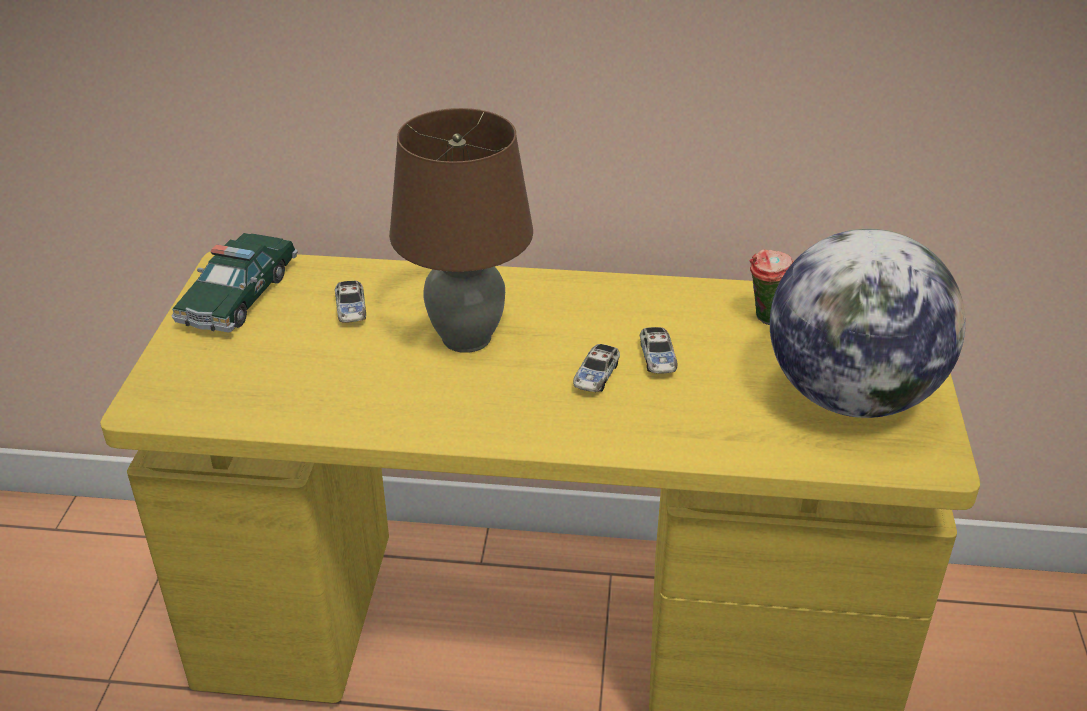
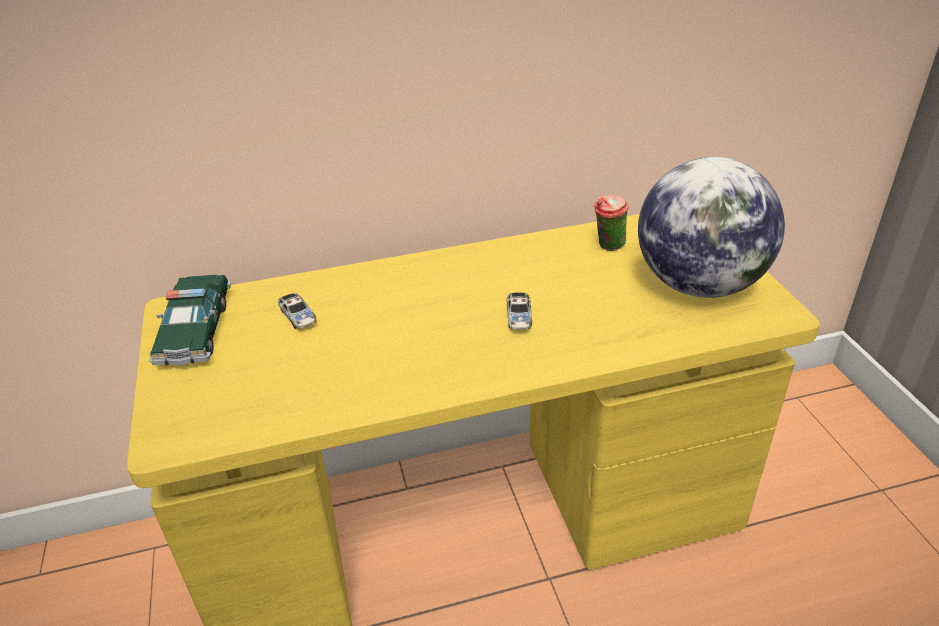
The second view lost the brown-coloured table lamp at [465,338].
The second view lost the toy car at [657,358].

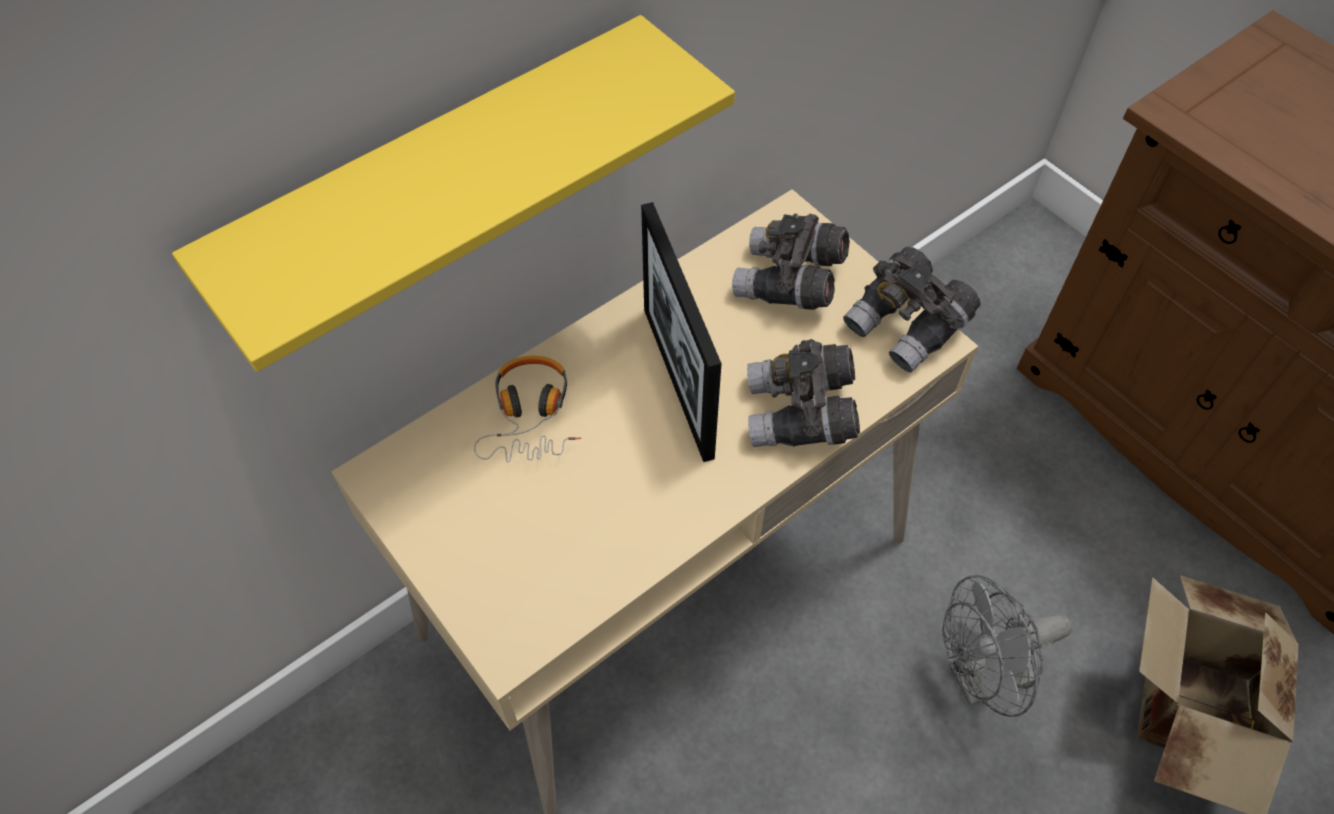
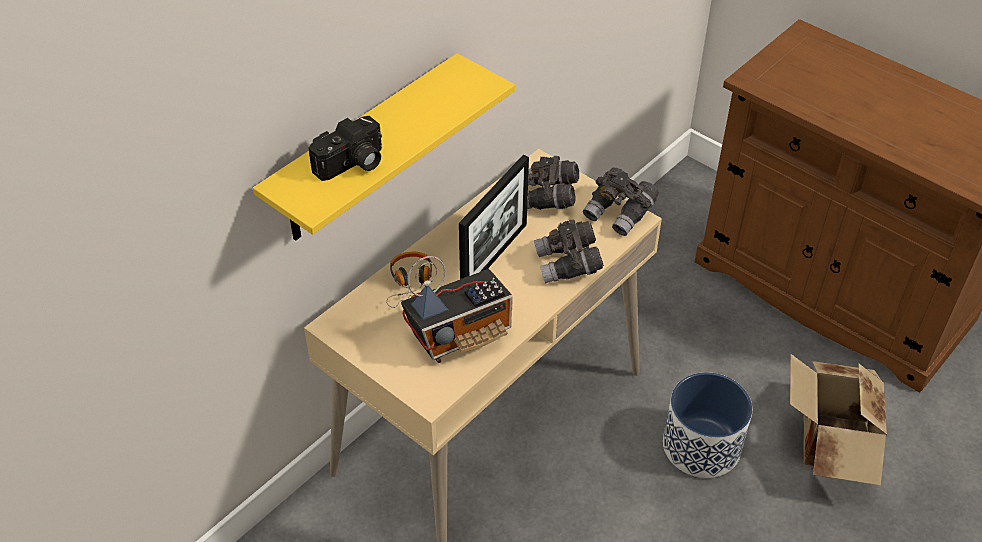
The photo frame at [677,381] ended up facing another way, 120 degrees counterclockwise from before.
Where the grey electric fan stood at [980,679], the plant pot came to stand at [702,446].
The second view gained the still camera at [352,165].
The second view gained the radio receiver at [461,335].

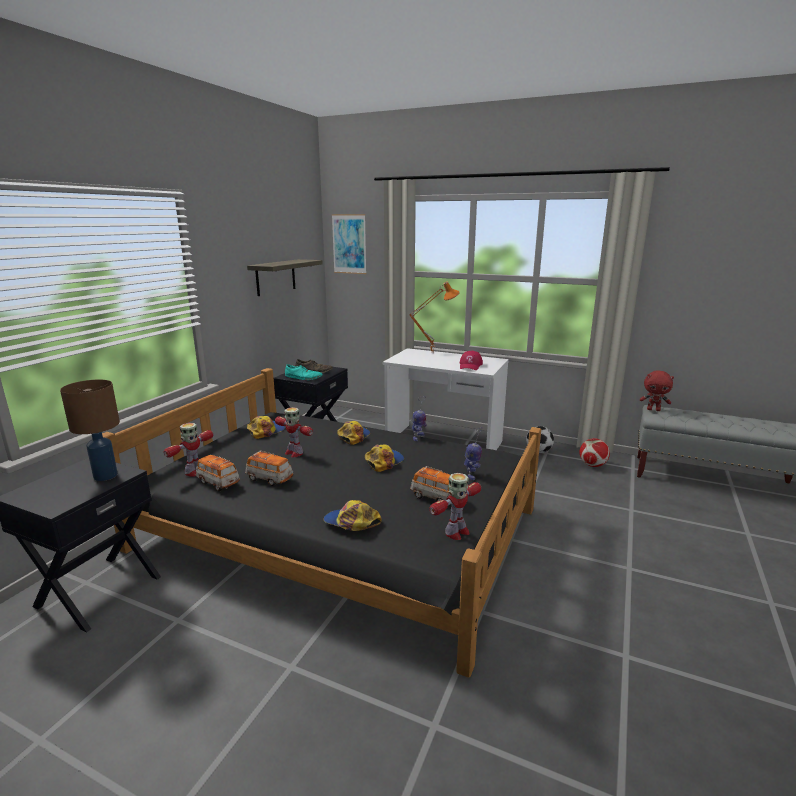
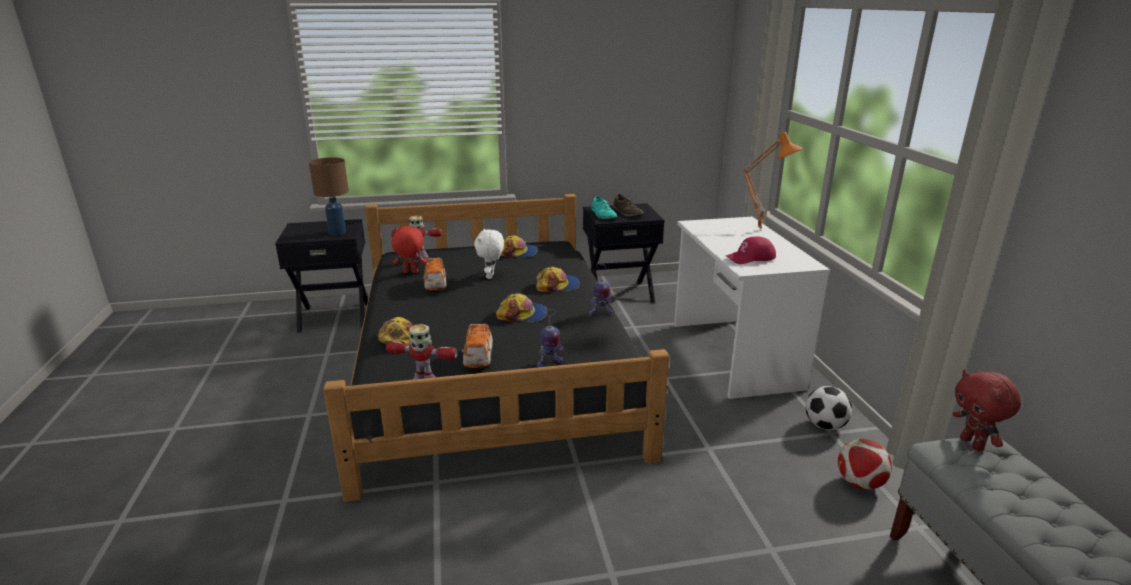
The second view lost the wall picture at [349,244].
The second view lost the shelf at [275,277].
Where the model robot stood at [294,453], the white-coloured cuddly toy came to stand at [491,276].
Where the toy car stood at [218,483], the reddish cuddly toy came to stand at [410,272].

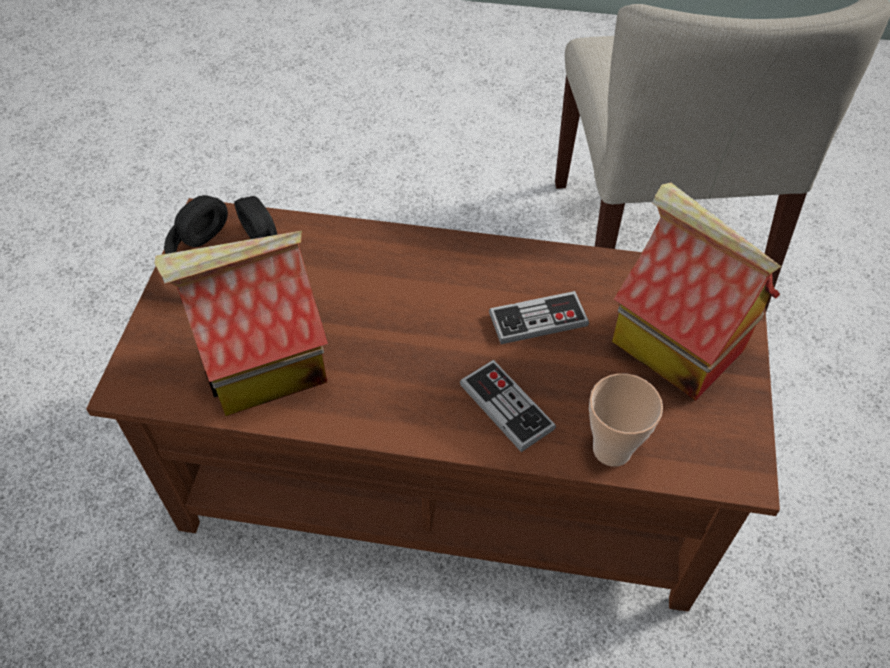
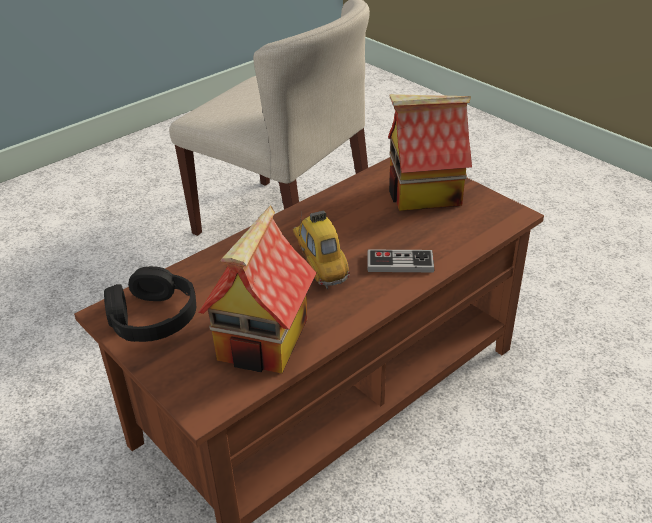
The second view lost the gamepad at [538,320].
The second view lost the cup at [612,449].
The second view gained the toy car at [319,264].

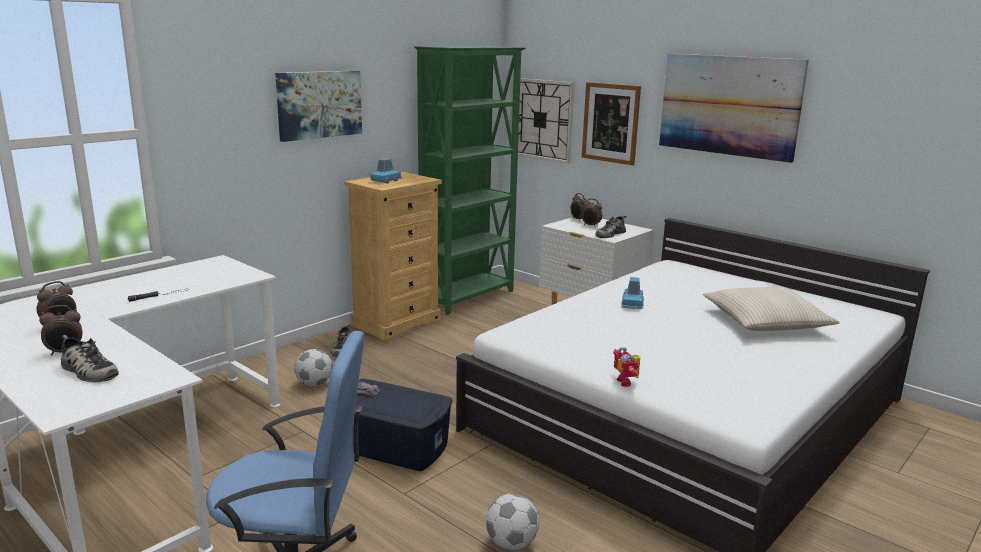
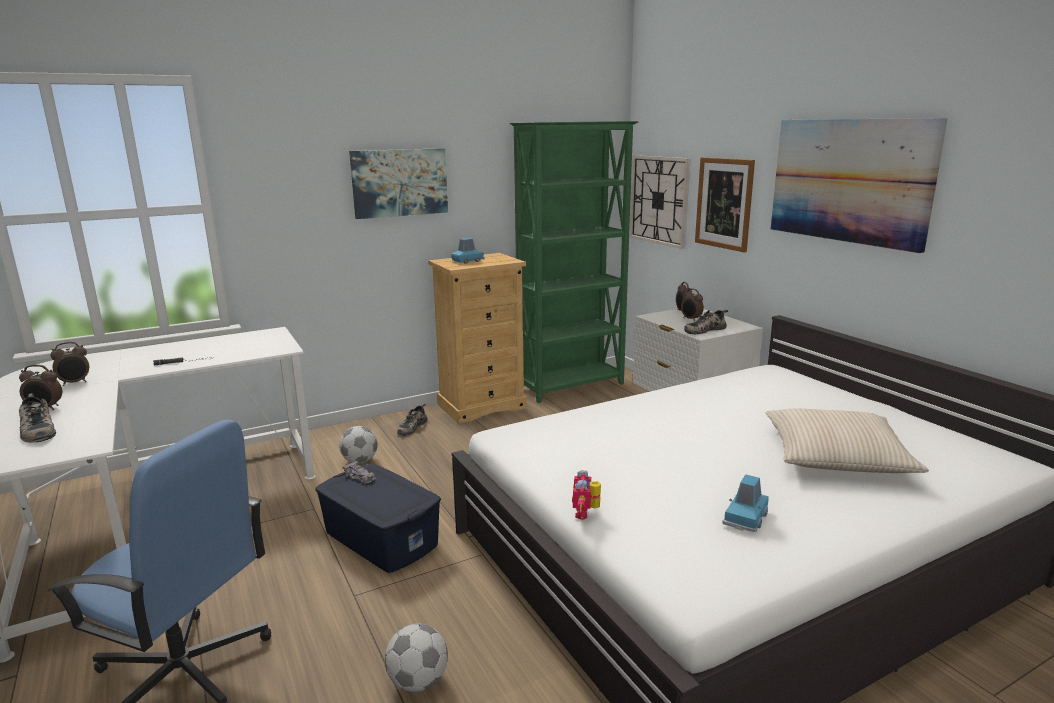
The blue-coloured toy car ended up elsewhere, having gone from [632,304] to [745,518].

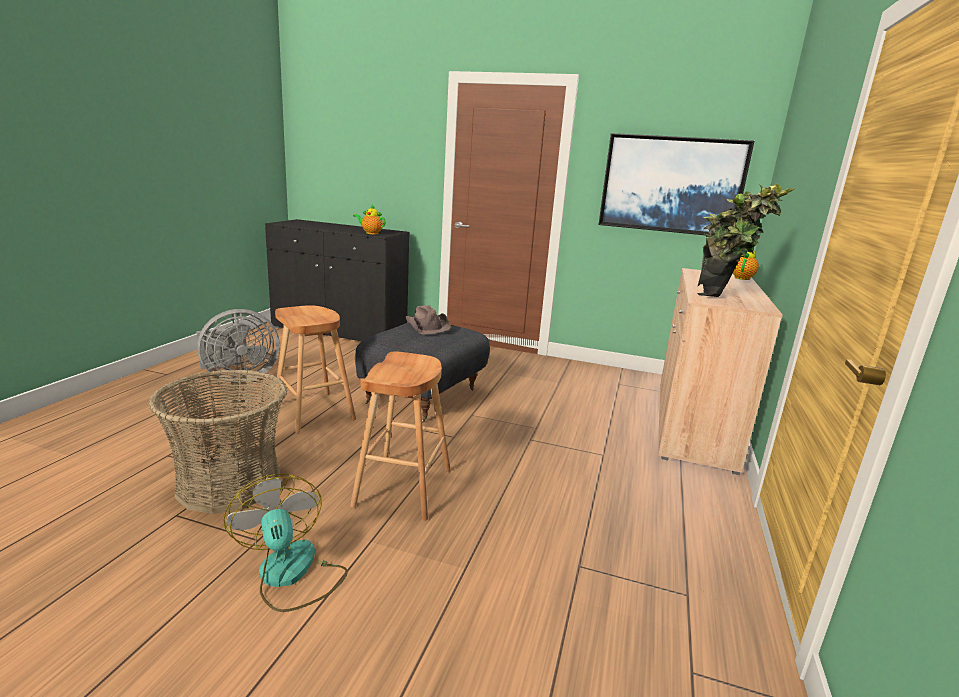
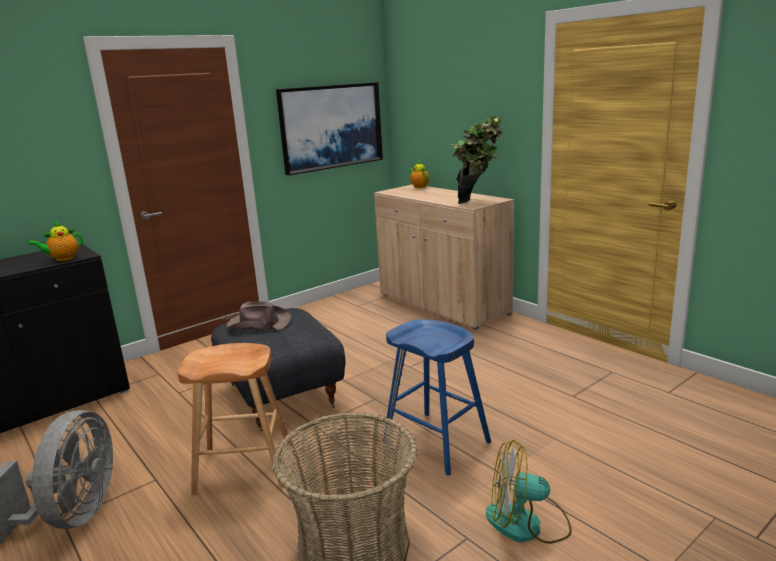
What was the brown-coloured sitting stool at [403,487] turned into the blue-coloured sitting stool at [436,442].

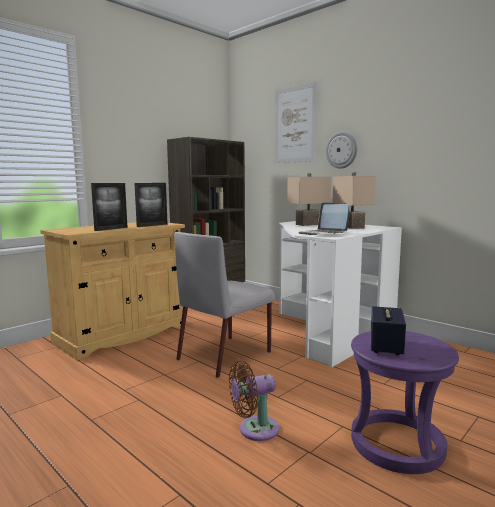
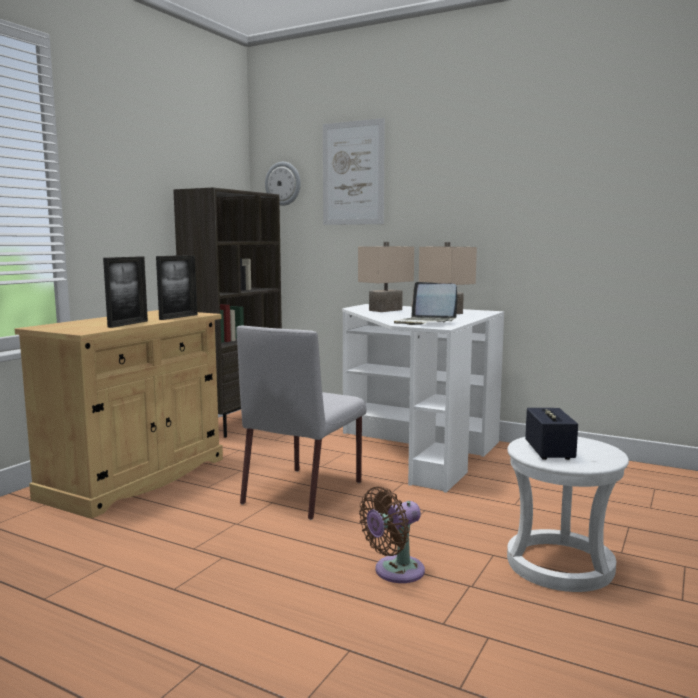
The wall clock ended up elsewhere, having gone from [341,150] to [283,183].
What was the purple-coloured sitting stool at [396,444] turned into the white-coloured sitting stool at [559,565].

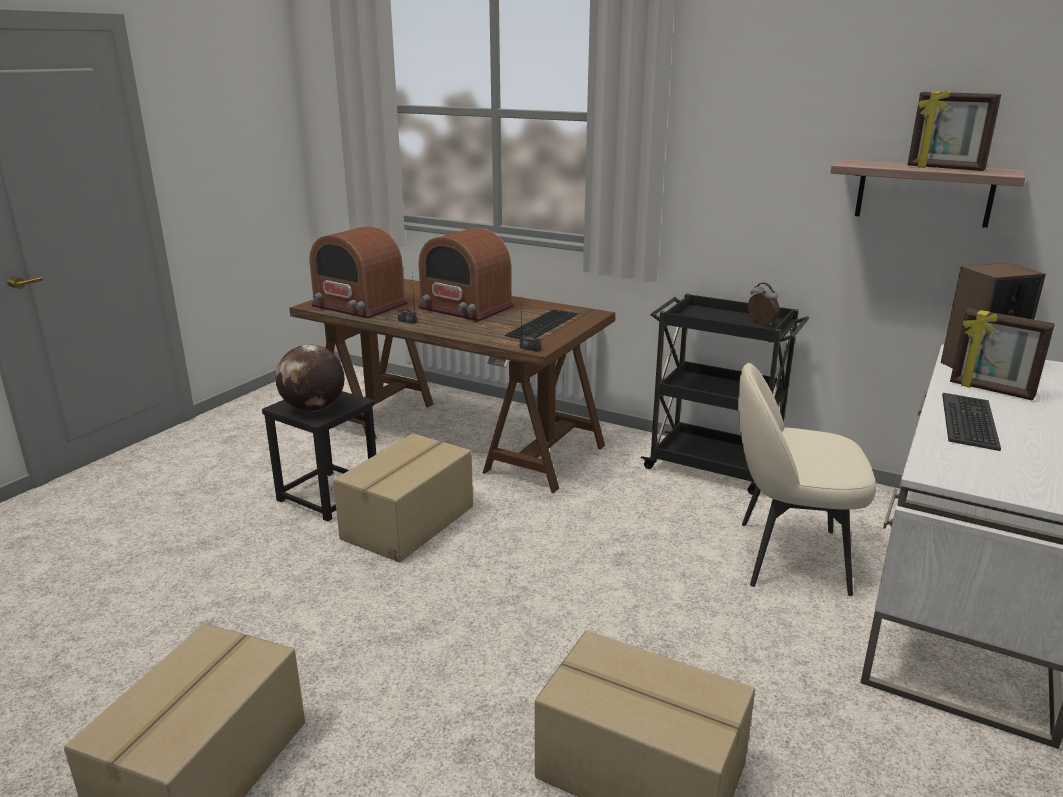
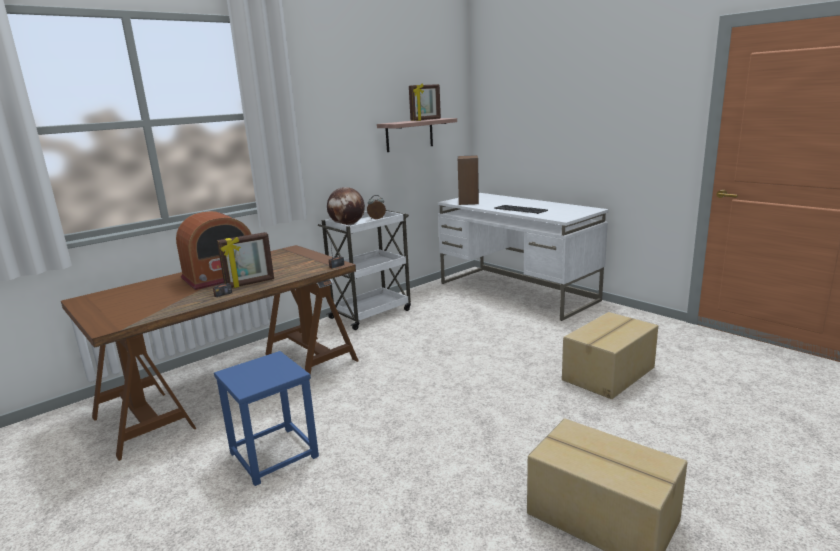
The second view lost the radio receiver at [359,305].
What was the blackish cart at [714,467] turned into the white-coloured cart at [371,313].
The photo frame ended up elsewhere, having gone from [991,390] to [250,283].
The second view lost the PC keyboard at [543,325].
The globe ended up elsewhere, having gone from [313,409] to [347,225].
The second view lost the sand-coloured chair at [788,556].
What was the blackish sitting stool at [327,496] turned into the blue-coloured sitting stool at [274,455].
The second view lost the cardboard box at [410,522].

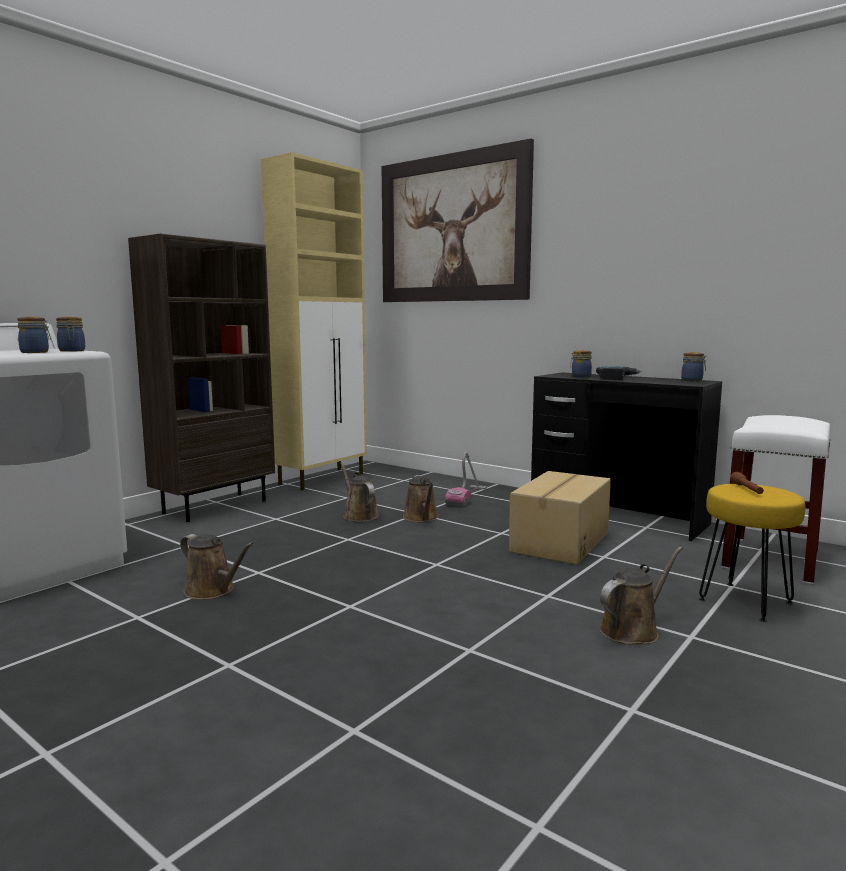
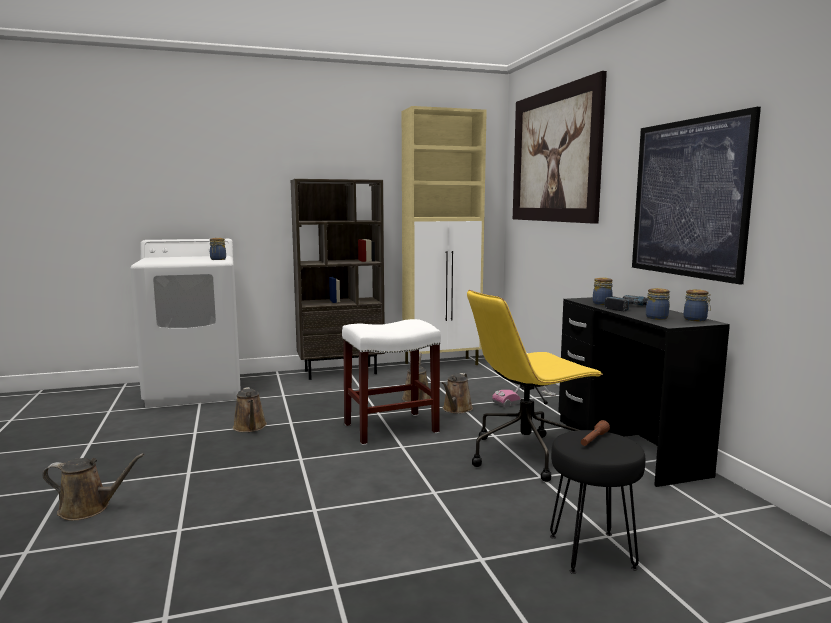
The preserve jar ended up elsewhere, having gone from [36,352] to [657,318].
The white-coloured sitting stool ended up elsewhere, having gone from [771,559] to [390,428].
Where the cardboard box stood at [558,542], the yellowish desk chair came to stand at [526,454].
What was the yellowish sitting stool at [746,601] turned into the blackish sitting stool at [592,552].
The brown-coloured sprinkling can ended up elsewhere, having gone from [632,630] to [89,508].
The second view gained the wall picture at [688,198].

